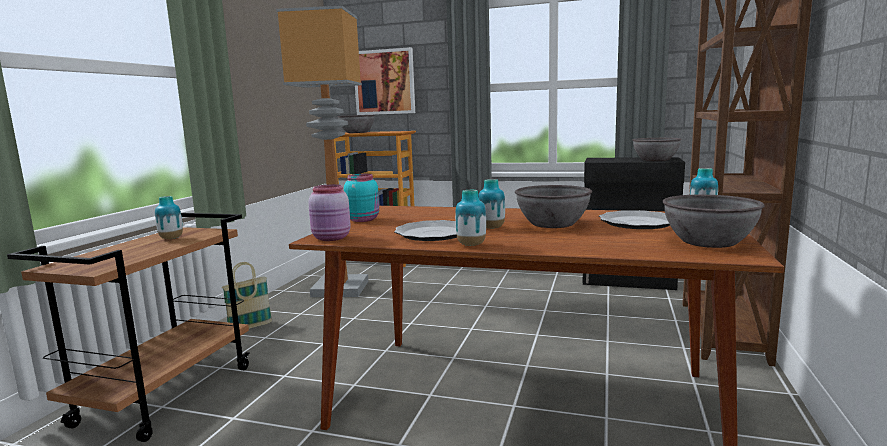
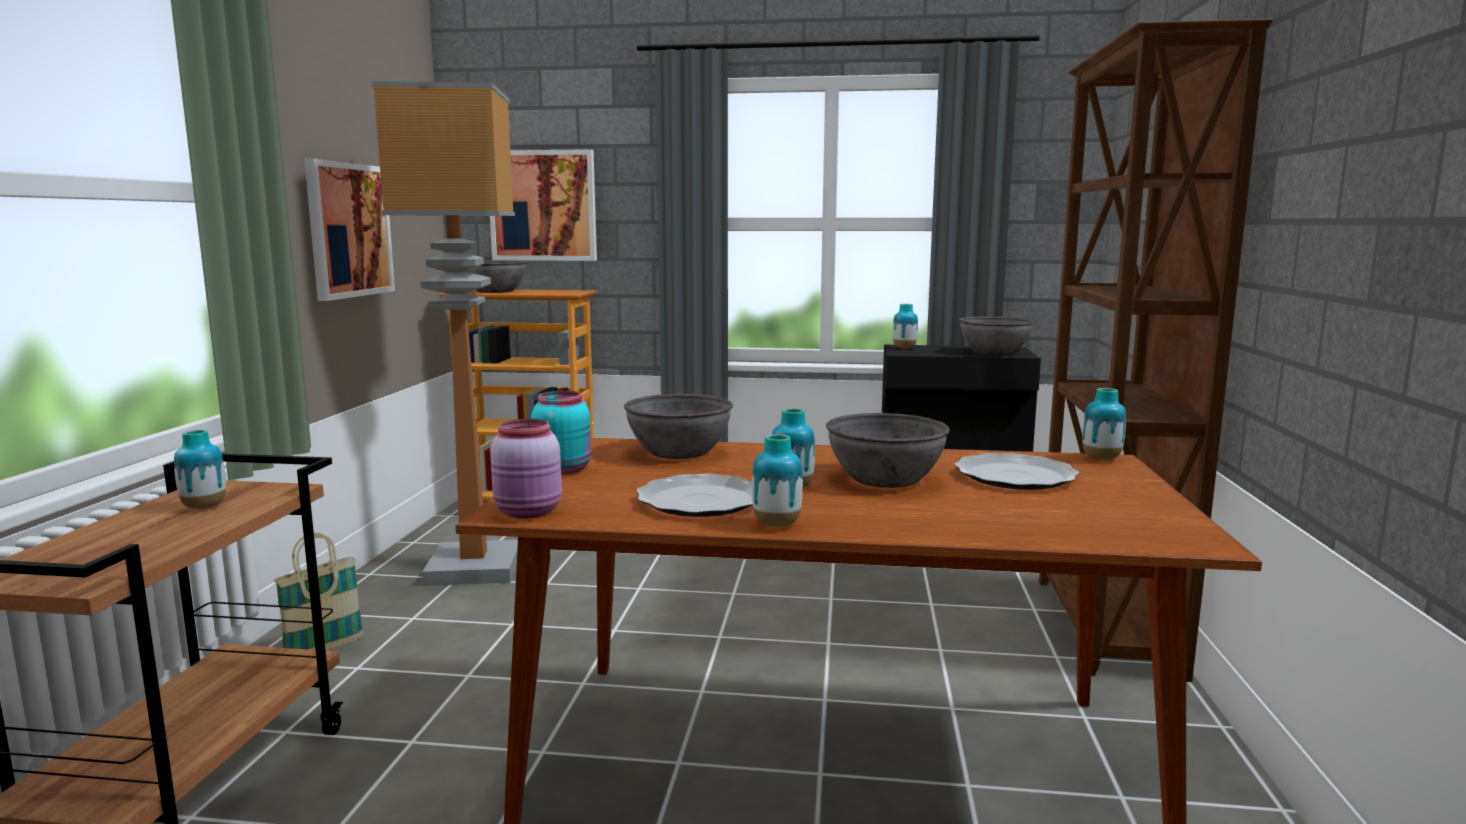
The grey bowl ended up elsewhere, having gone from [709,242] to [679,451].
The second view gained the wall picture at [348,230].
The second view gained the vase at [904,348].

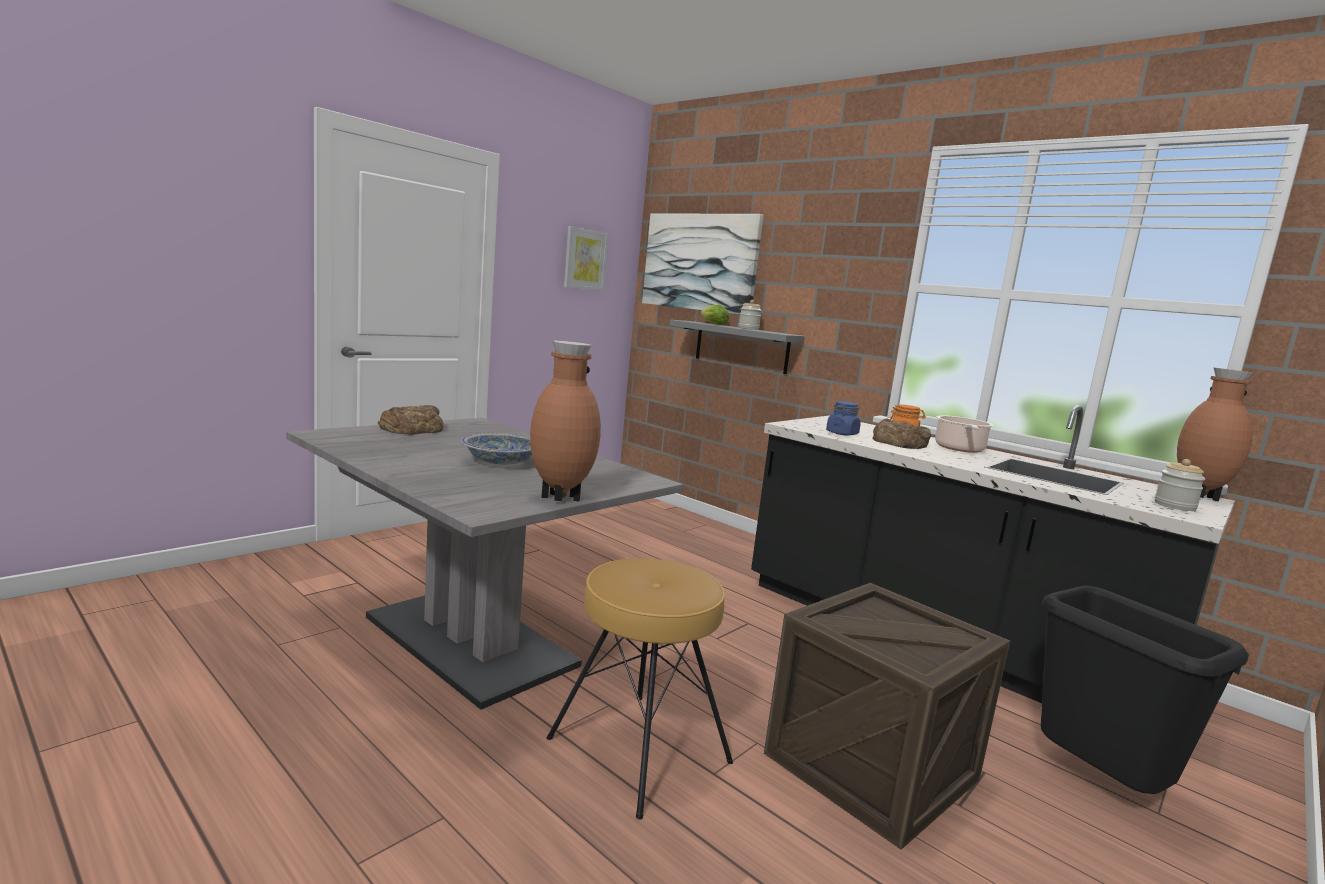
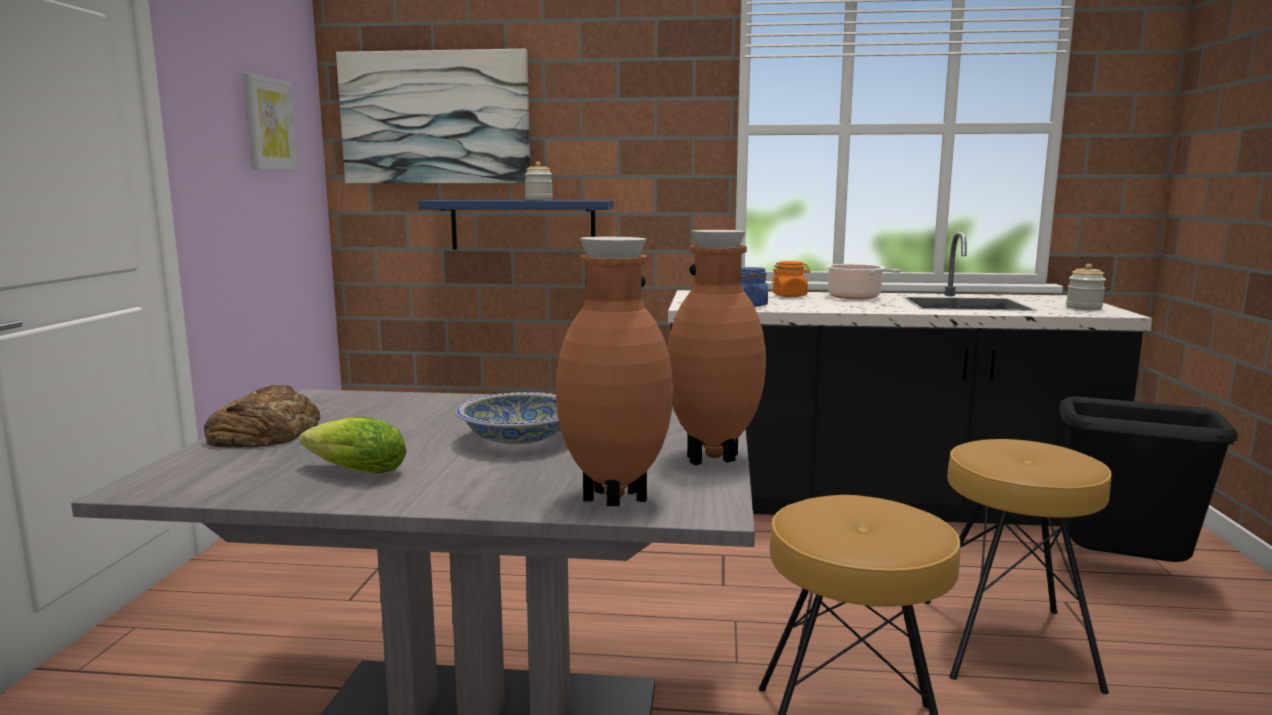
The head of lettuce ended up elsewhere, having gone from [712,324] to [352,471].
What was the grey shelf at [741,347] turned into the blue-coloured shelf at [523,225].
The brown-coloured vase ended up elsewhere, having gone from [1198,497] to [614,500].
The second view lost the bread at [899,443].
Where the shipping crate stood at [871,766], the brown-coloured sitting stool came to stand at [1008,643].

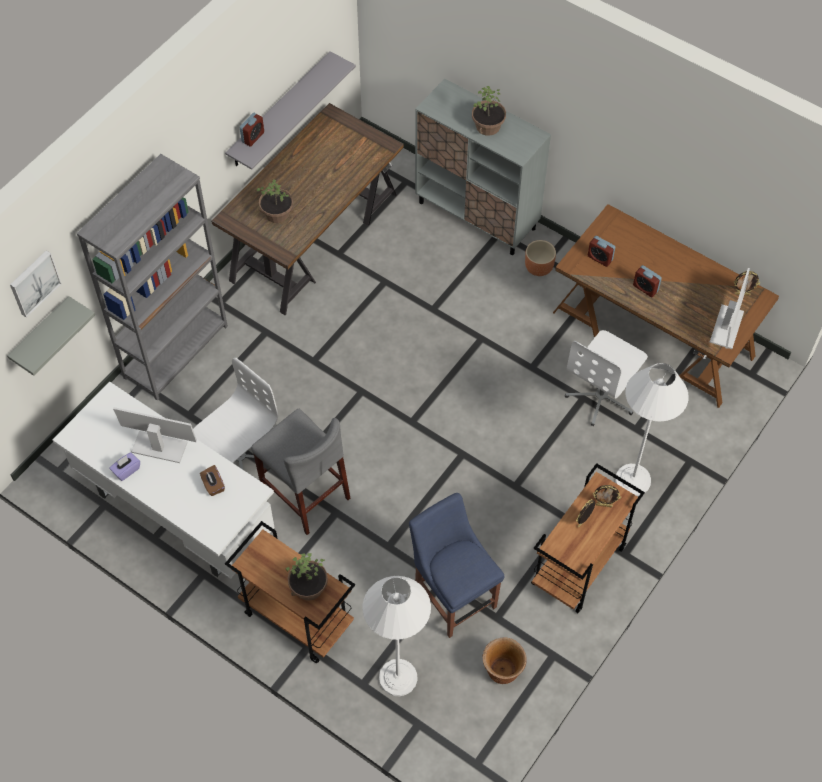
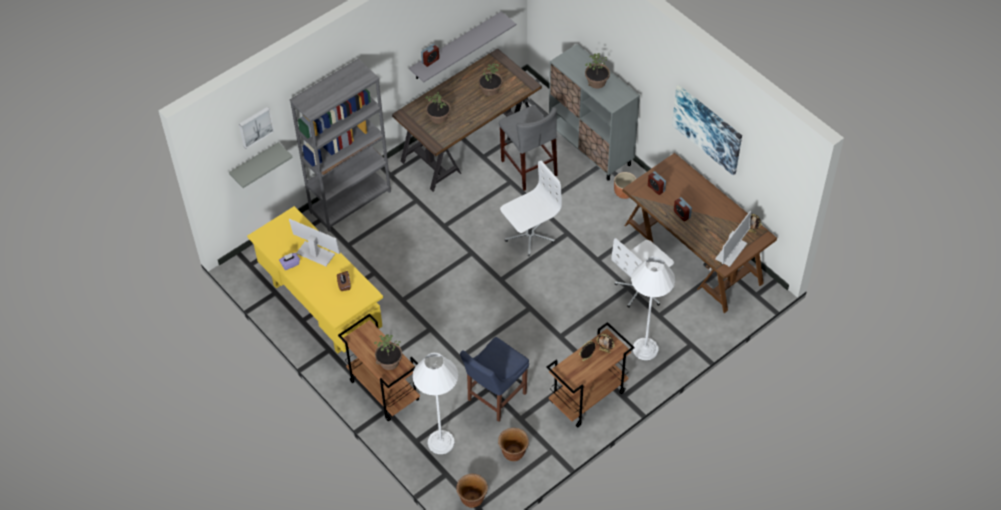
The white-coloured desk chair ended up elsewhere, having gone from [239,458] to [529,235].
What was the white-coloured desk unit at [175,514] turned into the yellowish desk unit at [321,308].
The grey sitting stool ended up elsewhere, having gone from [305,494] to [529,167].
The blue-coloured chair at [453,595] ended up facing another way, 120 degrees counterclockwise from before.
The second view gained the houseplant at [490,89].
The second view gained the wall picture at [707,129].
The second view gained the brown-coloured plant pot at [472,499].

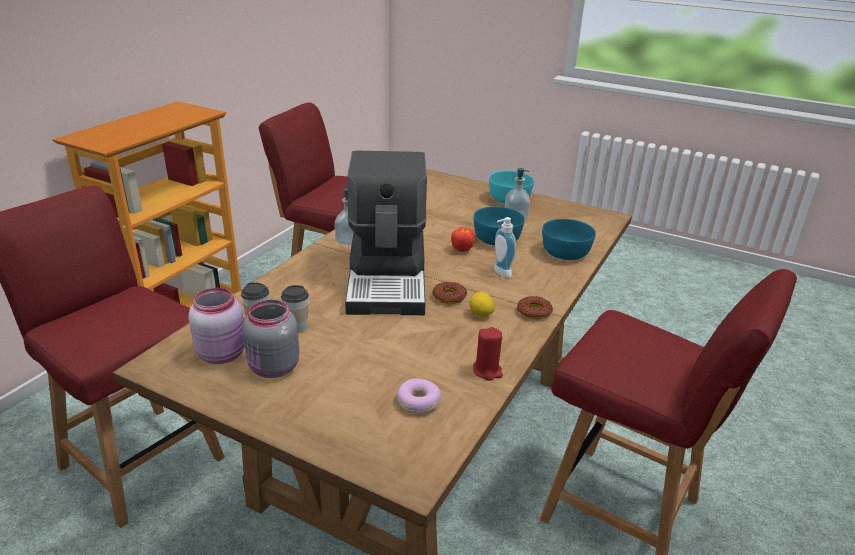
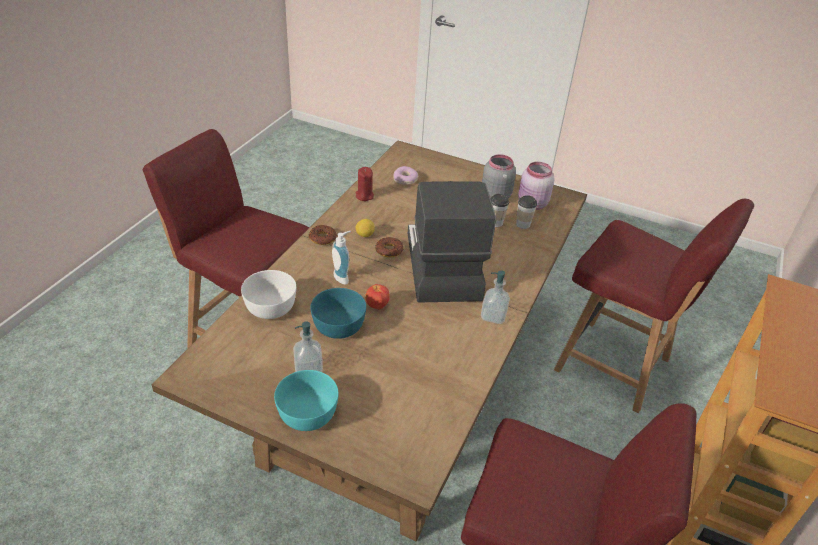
What was the blue-green bowl at [566,253] turned into the white-coloured bowl at [270,306].

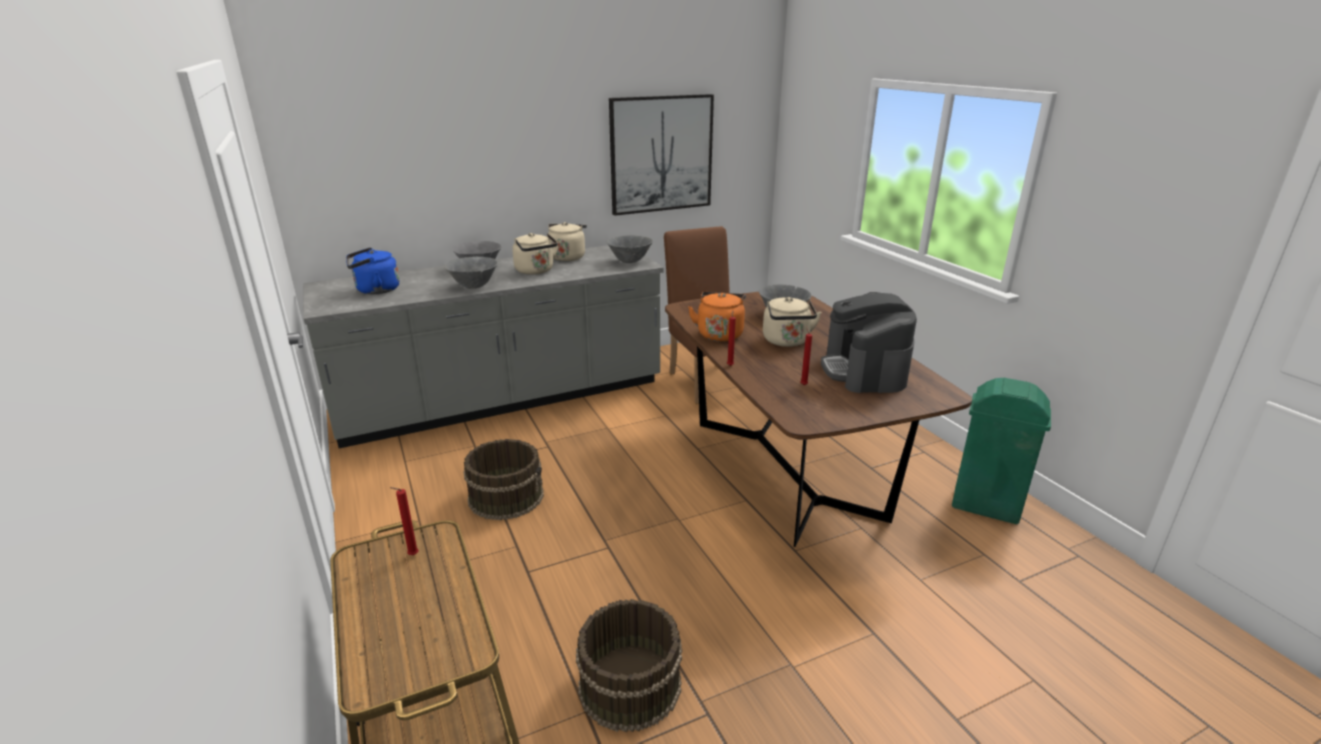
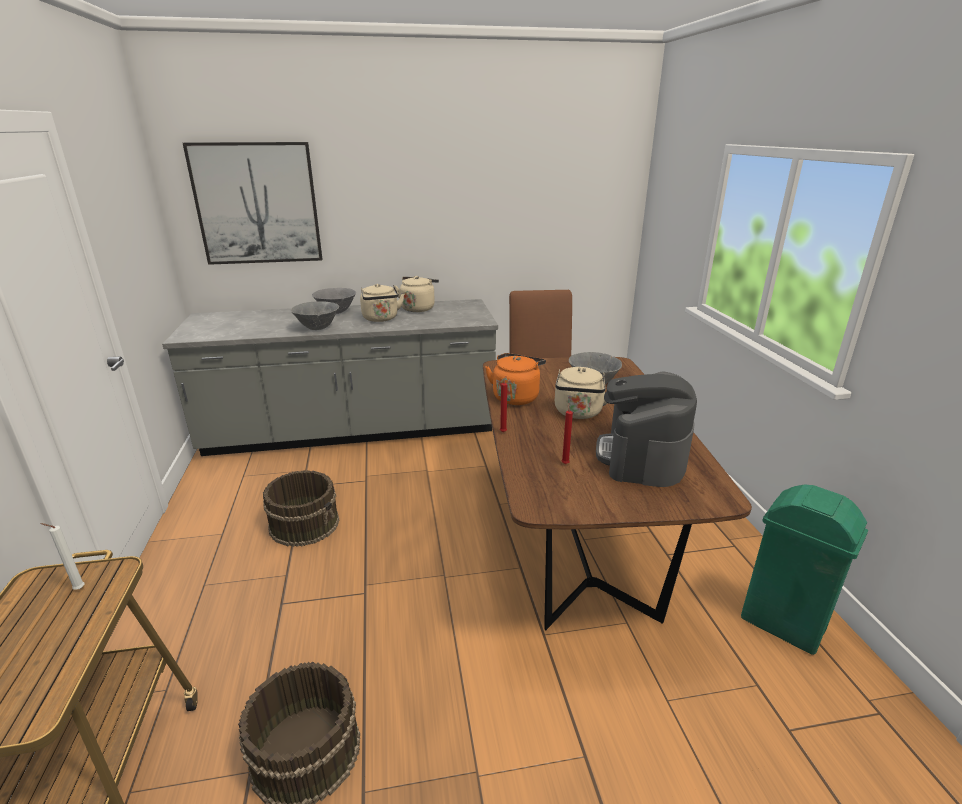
The wall picture ended up elsewhere, having gone from [661,154] to [257,204].
The second view lost the grey bowl at [629,262].
The second view lost the blue-coloured tea kettle at [375,290].
What was the reddish candle at [411,555] turned into the white-coloured candle at [77,589].

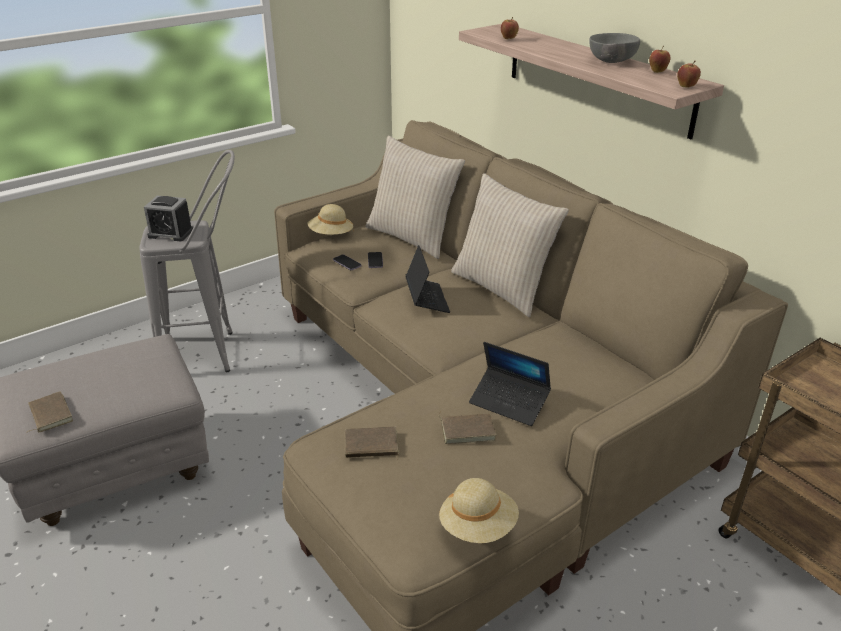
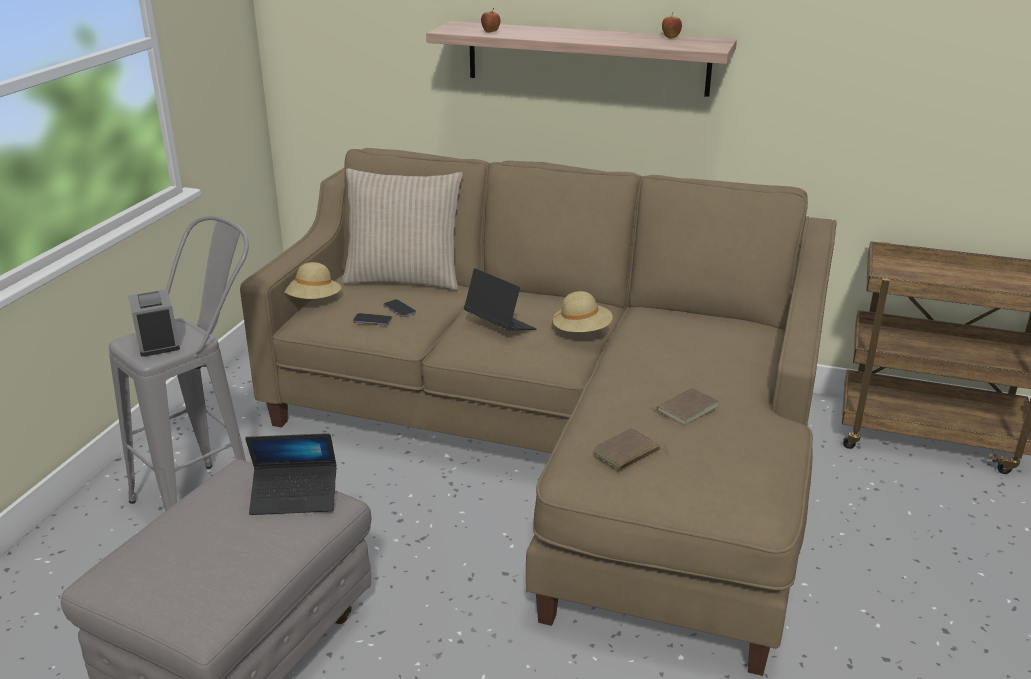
The second view lost the grey bowl at [611,62].
The second view lost the apple at [686,87].
The second view lost the sand-coloured throw pillow at [502,288].
The table clock at [170,233] ended up facing another way, 90 degrees clockwise from before.
The laptop ended up elsewhere, having gone from [509,402] to [295,497].
The second view lost the brown-coloured bound book at [49,415].
The sand-coloured clothing hat ended up elsewhere, having gone from [478,526] to [582,331].

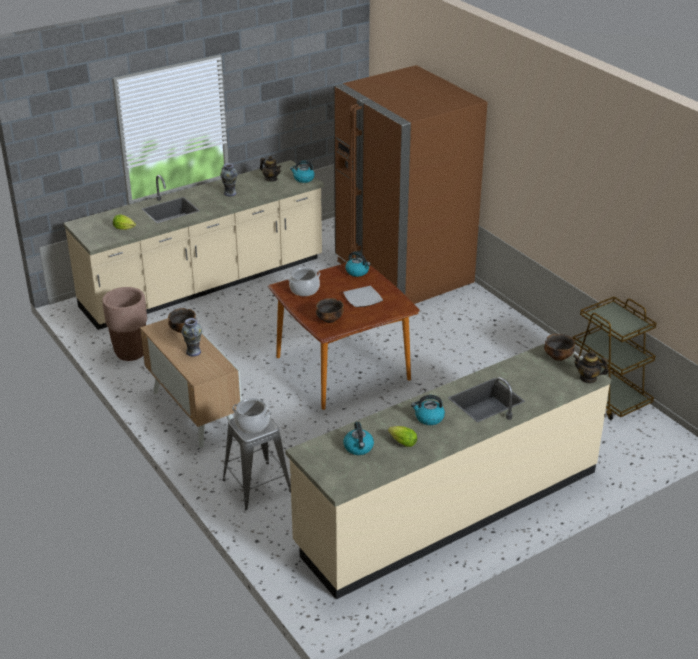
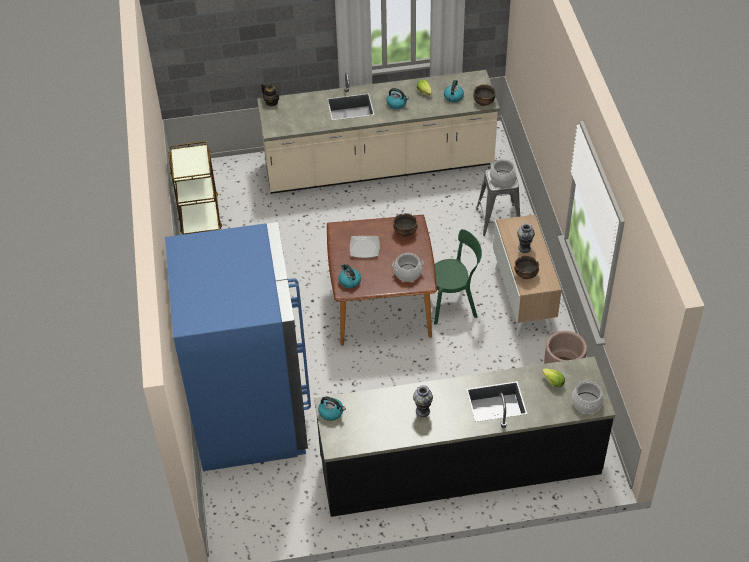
What was the brown-coloured refrigerator at [403,272] turned into the blue-coloured refrigerator at [249,414].
The second view lost the teapot at [271,179].
What was the sand-coloured kitchen base unit at [204,284] turned into the blackish kitchen base unit at [460,466].
The bowl ended up elsewhere, having gone from [558,357] to [483,102].
The second view gained the green-coloured chair at [453,303].
The second view gained the stockpot at [587,403].

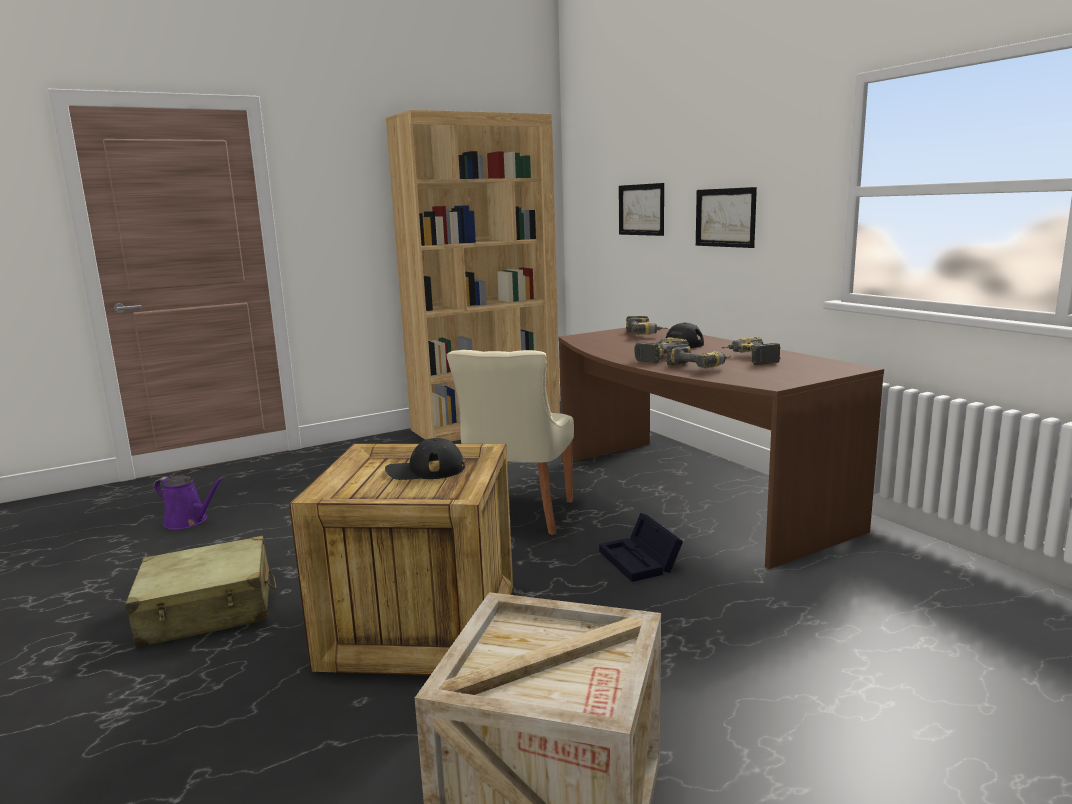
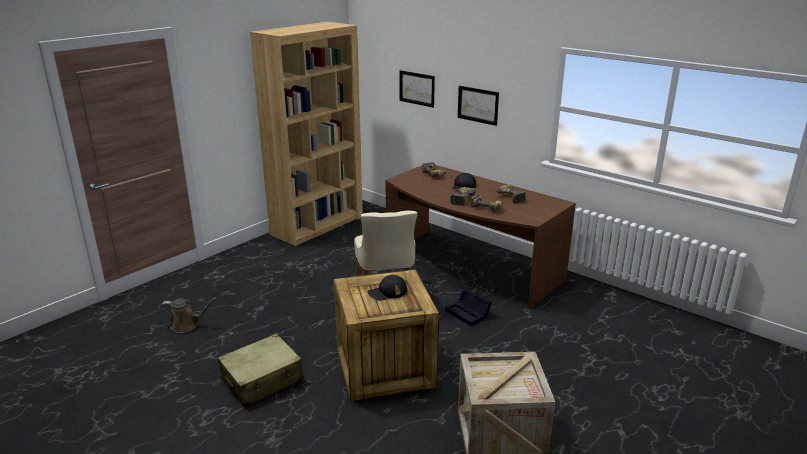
What was the purple-coloured sprinkling can at [189,521] turned into the brown-coloured sprinkling can at [187,325].

